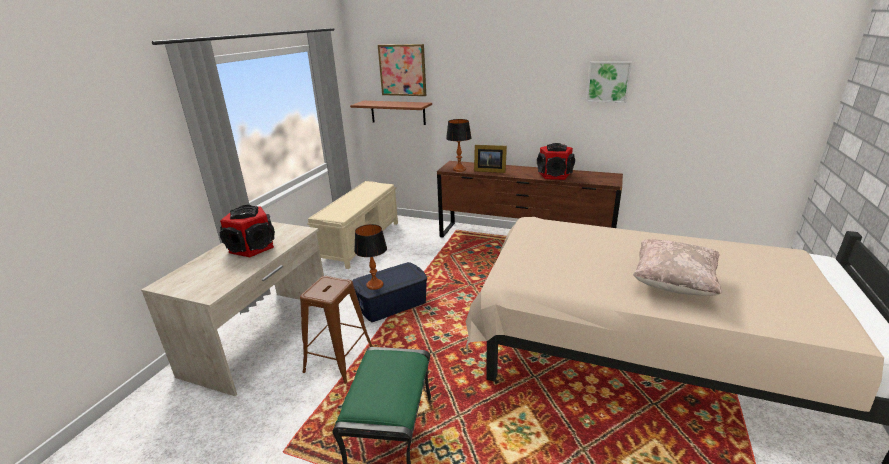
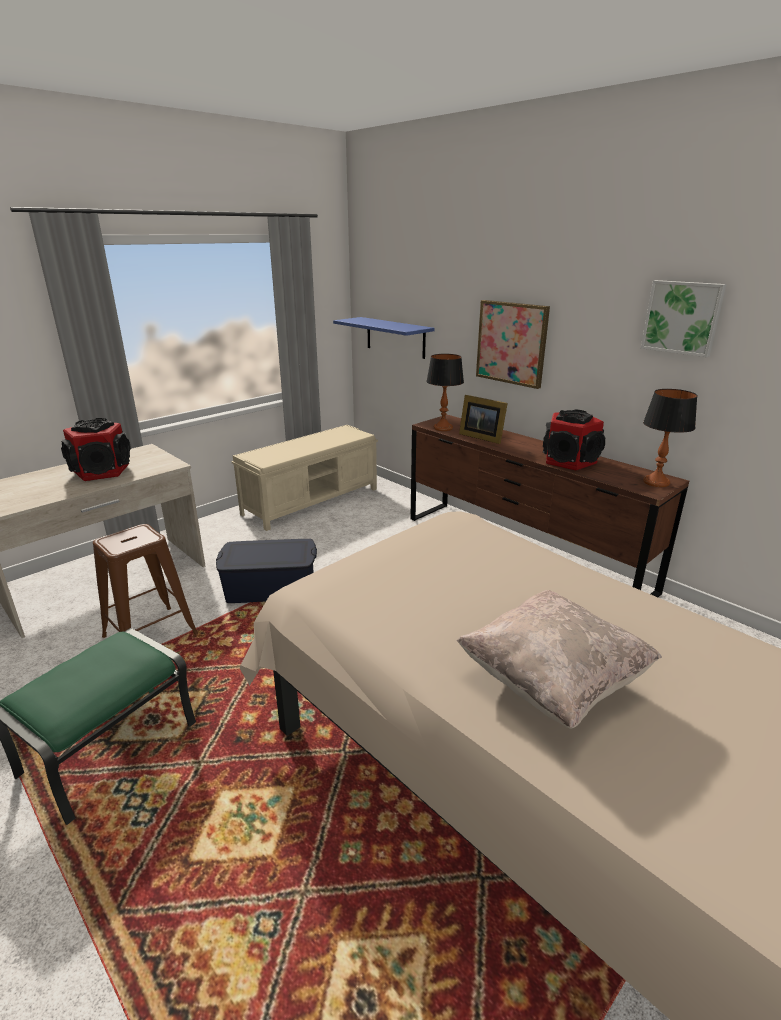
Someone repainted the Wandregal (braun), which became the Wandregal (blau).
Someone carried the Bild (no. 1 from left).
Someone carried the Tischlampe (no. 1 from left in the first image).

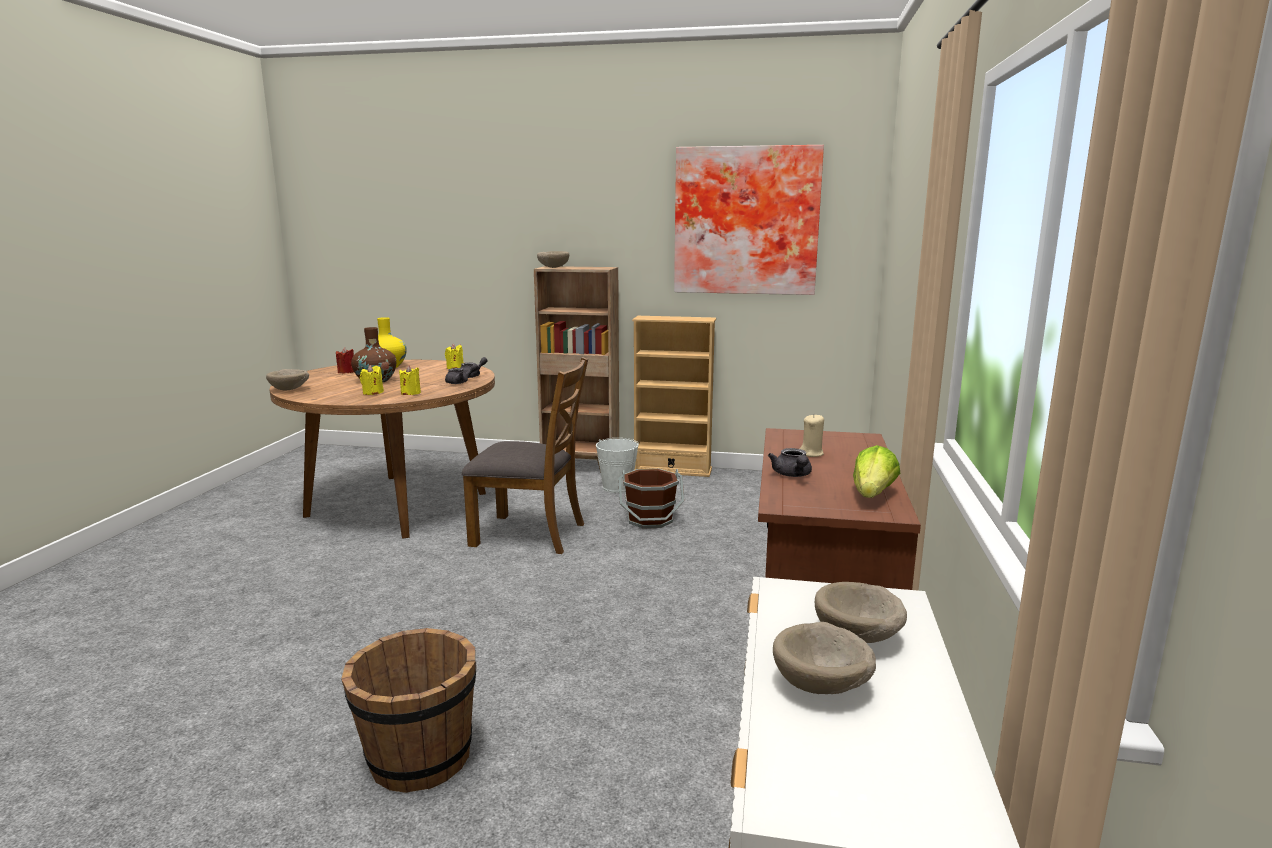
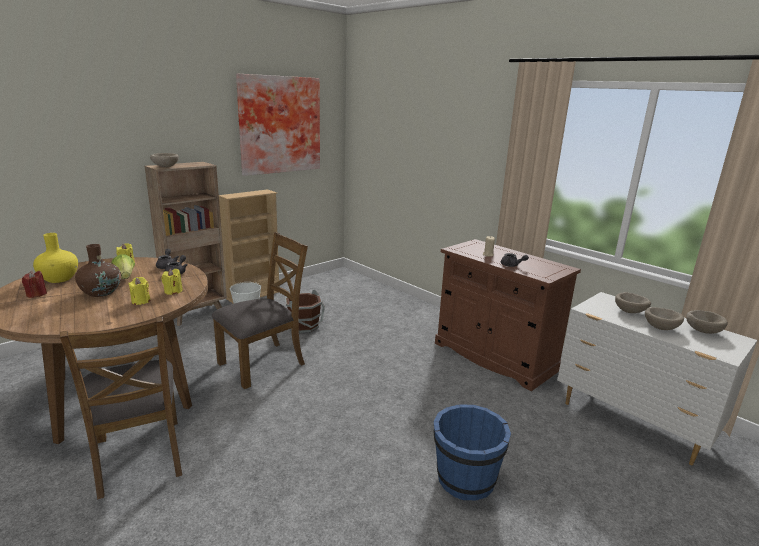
Someone put down the Stuhl (braun) (no. 1 from left).
Someone carried the Salatkopf.
Someone repainted the Eimer (braun) (no. 1 from left), which became the Eimer (blau).
Someone carried the Schüssel (beige) (no. 1 from left in the first image).

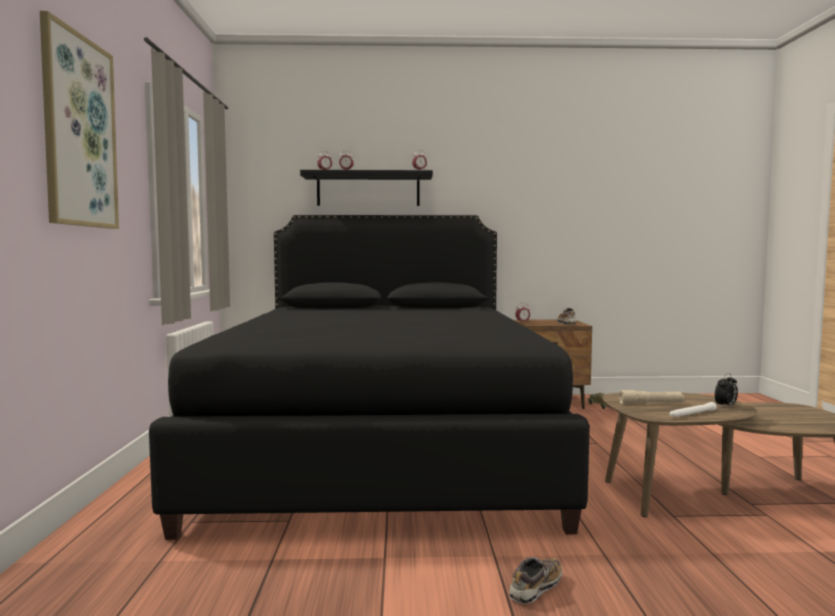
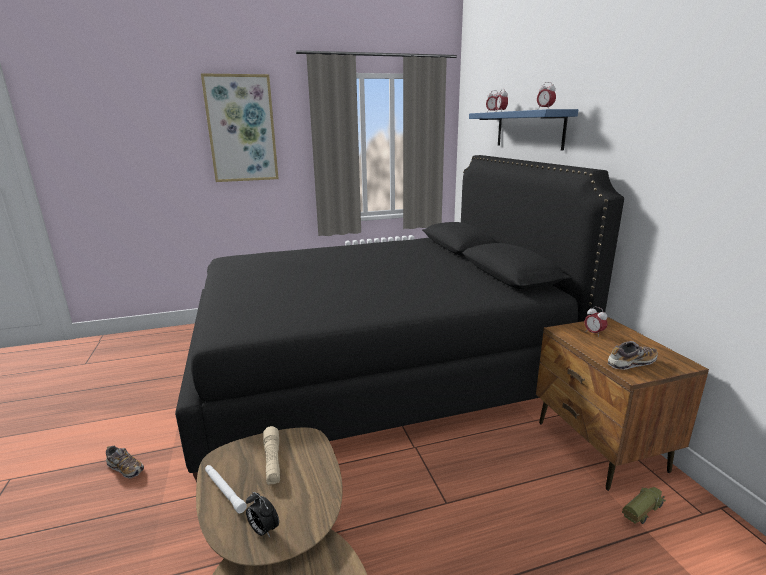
Someone repainted the Wandregal (schwarz), which became the Wandregal (blau).

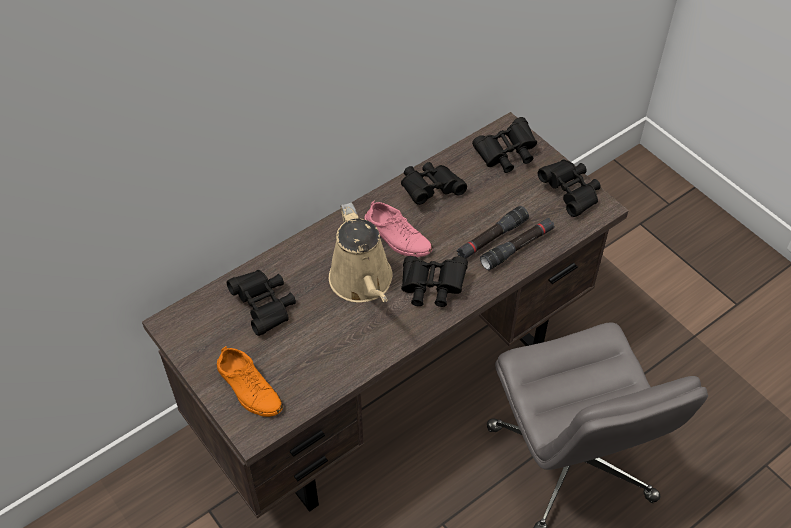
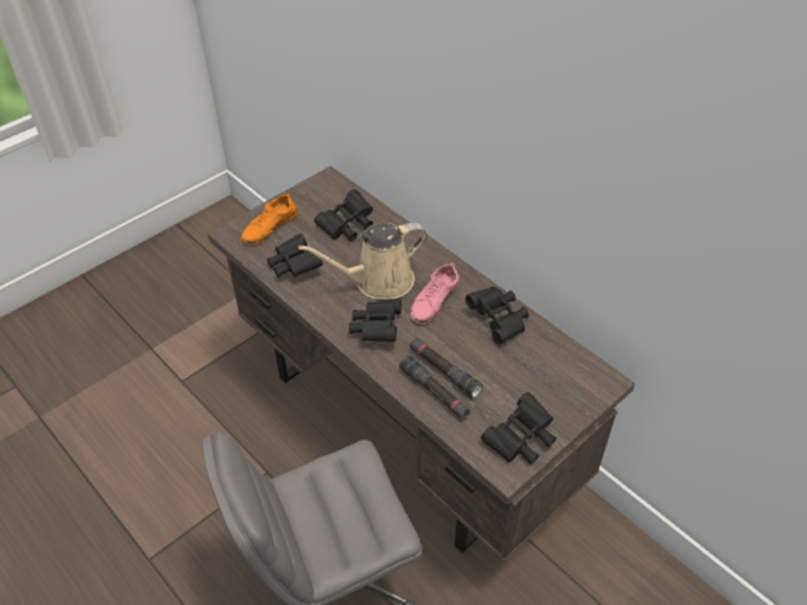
Someone carried the Fernglas (schwarz) (no. 4 from left in the first image).

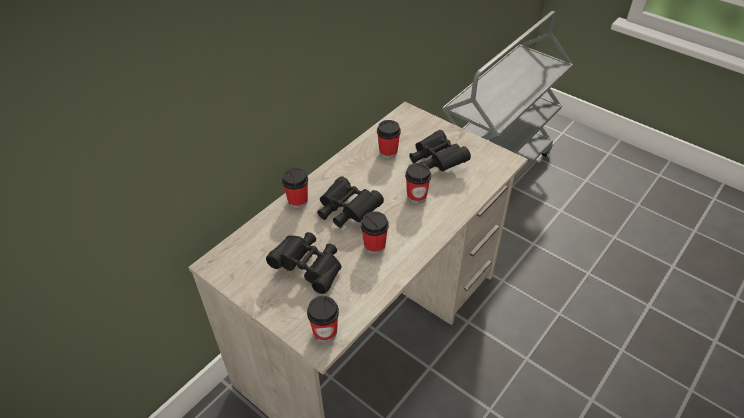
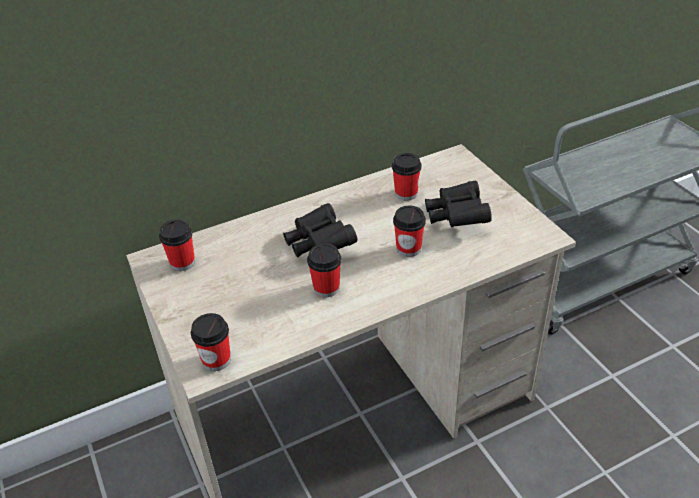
Someone carried the Tasse (no. 1 from left).
Someone took away the Fernglas (schwarz) (no. 1 from left).

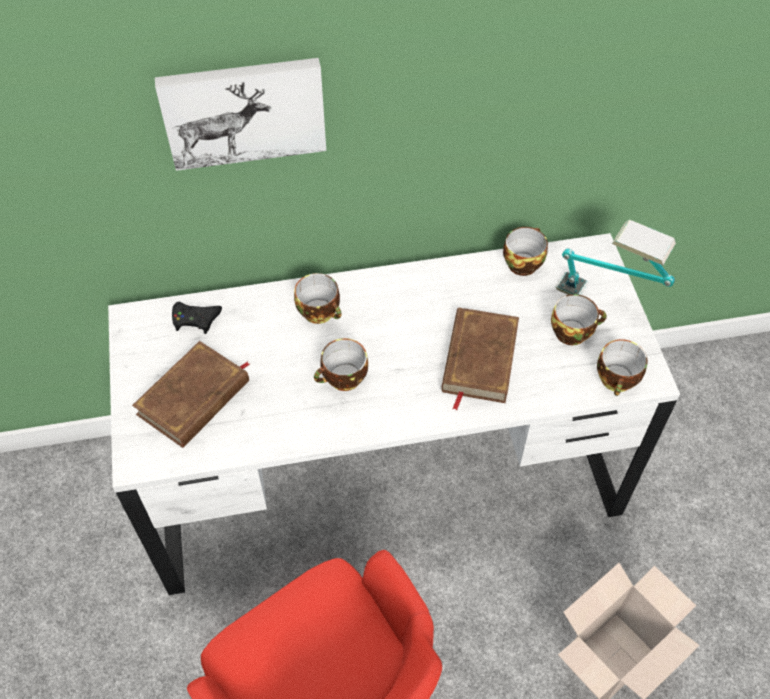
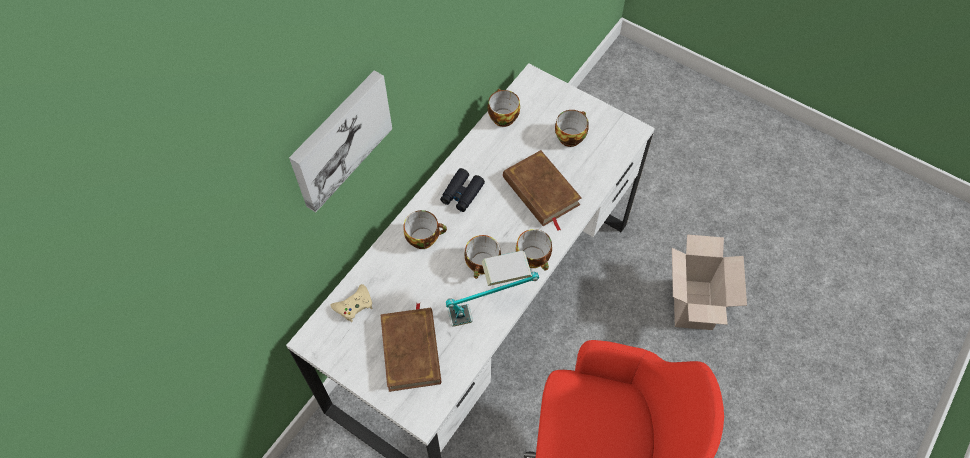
Someone repainted the Gamepad (schwarz), which became the Gamepad (beige).
Someone put down the Fernglas (schwarz).
Someone carried the Tischlampe.
Someone carried the Tasse (no. 5 from left in the first image).

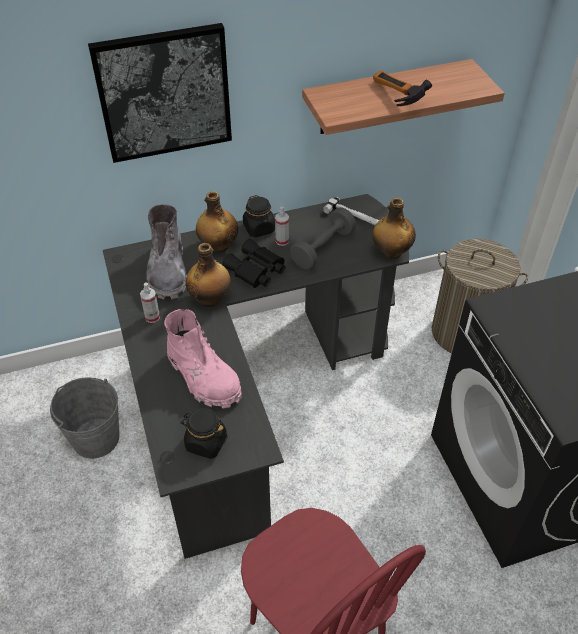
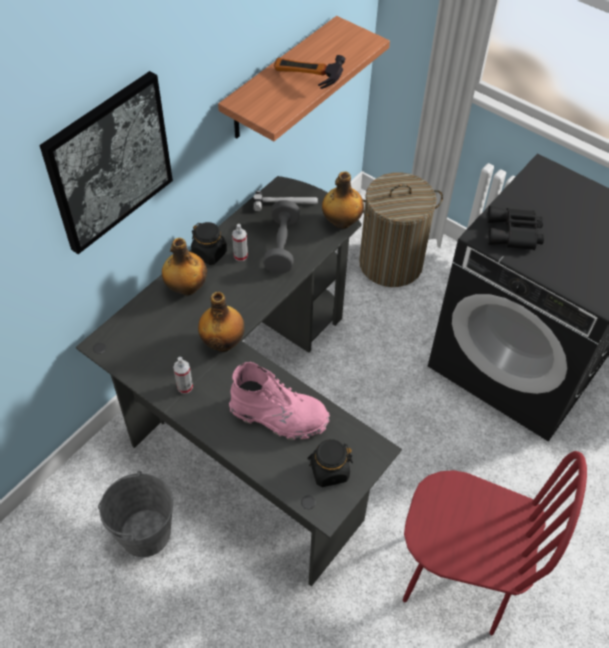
Someone carried the Fernglas (schwarz).
Someone took away the Stiefel (grau).

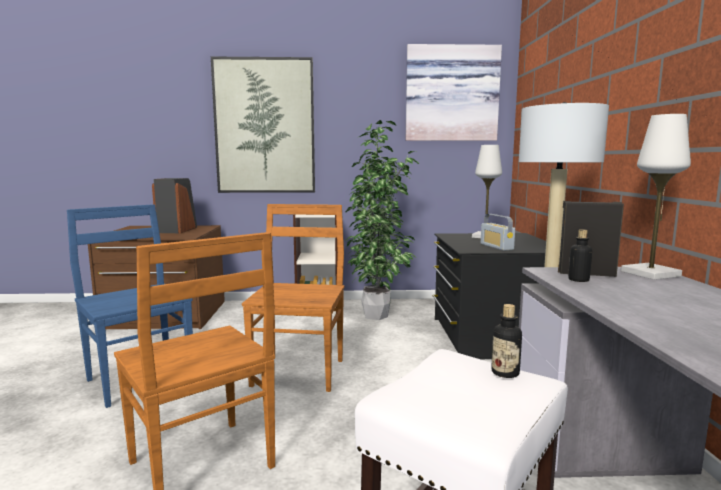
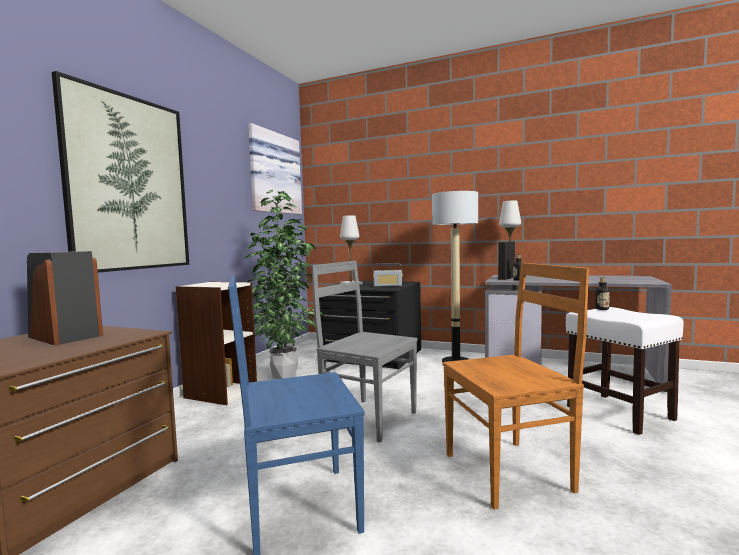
Someone repainted the Stuhl (braun) (no. 2 from left), which became the Stuhl (grau).

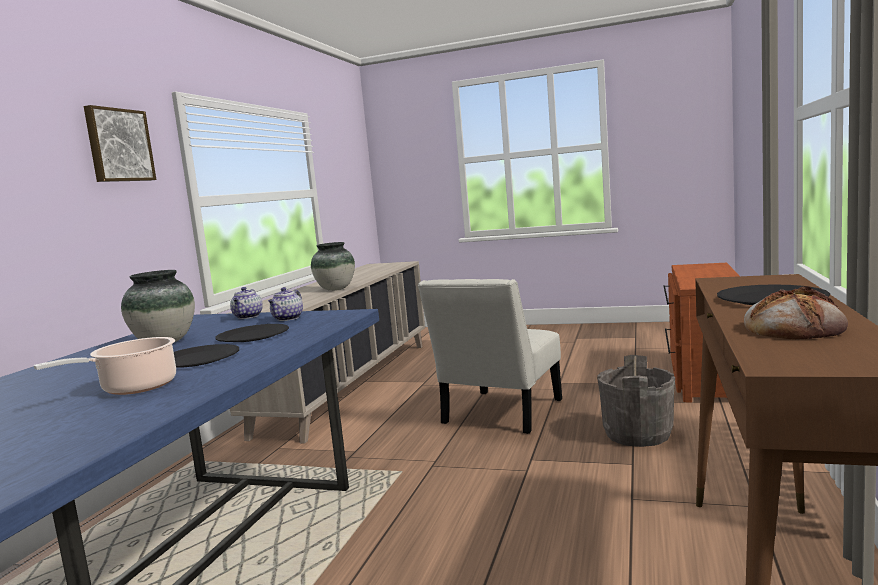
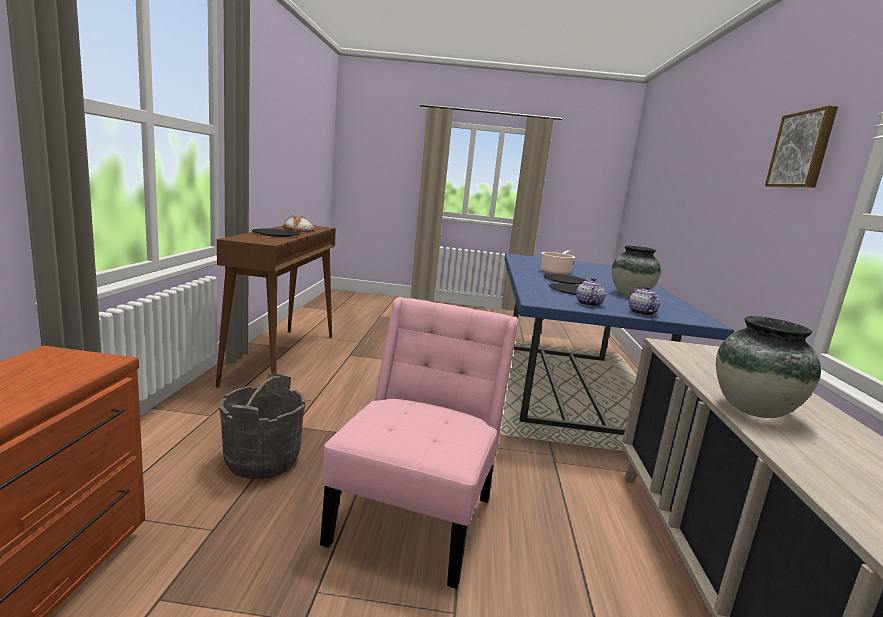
Someone repainted the Stuhl (weiß), which became the Stuhl (rosa).

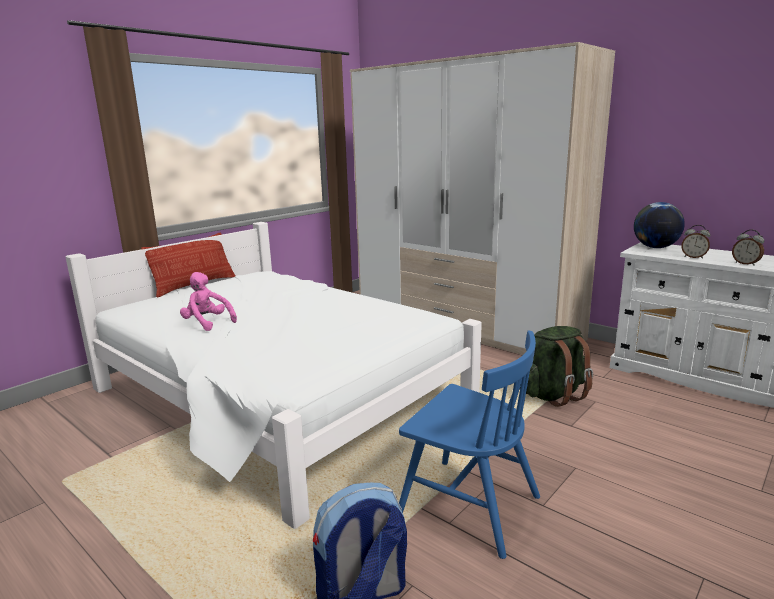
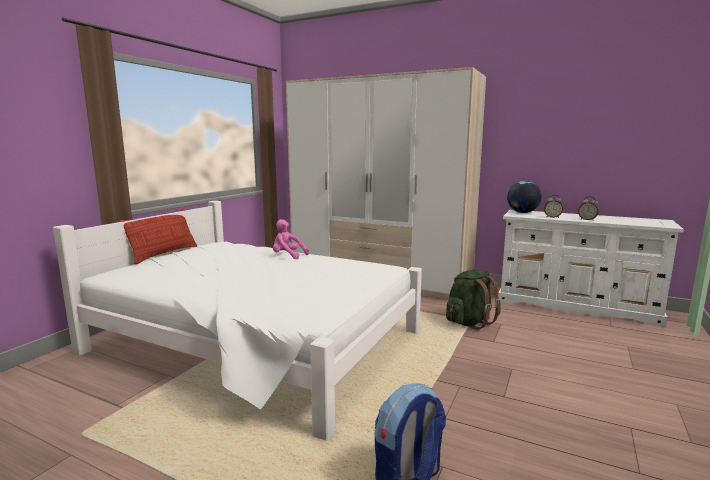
Someone carried the Plüschtier (rosa).
Someone took away the Stuhl (blau).

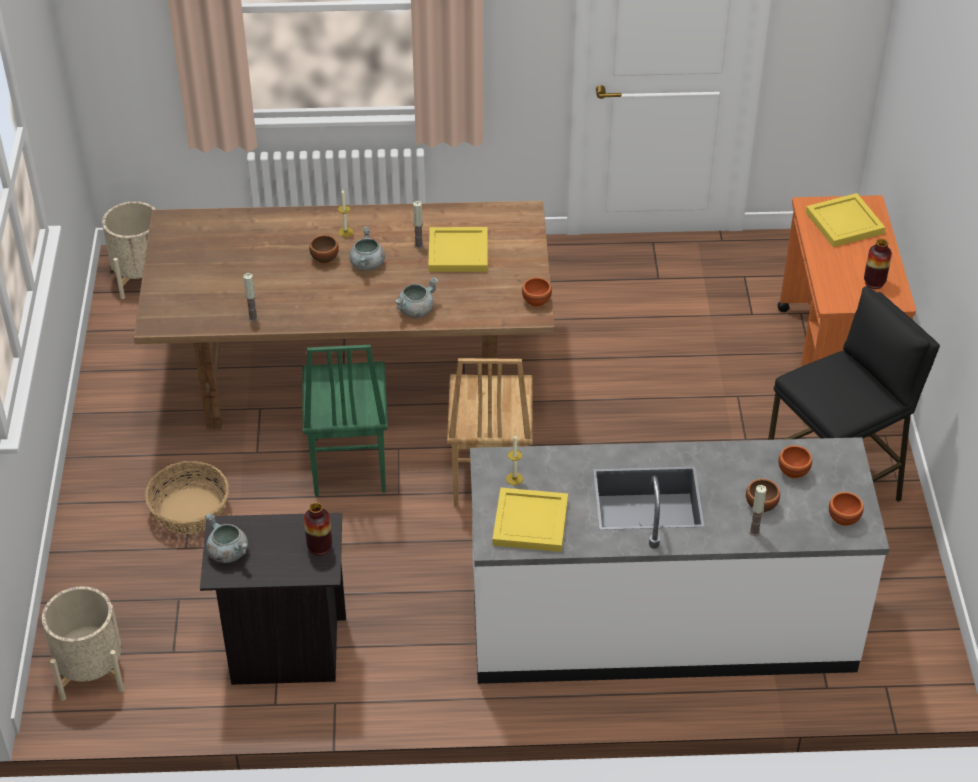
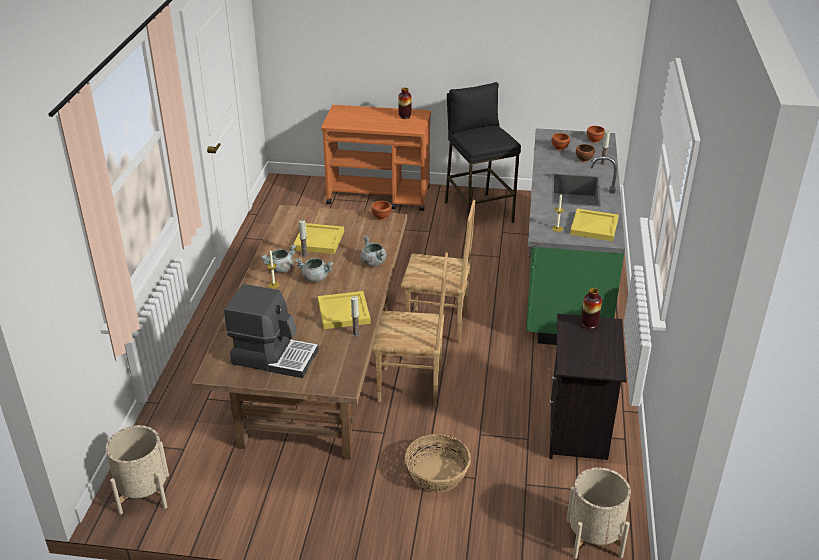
Someone put down the Kaffeemaschine.
Someone carried the Kochtopf (grau) (no. 1 from left).
Someone carried the Tablett (gelb) (no. 3 from left in the first image).
Someone repainted the Stuhl (grün), which became the Stuhl (braun) (no. 1 from left).
Someone repainted the Küchenzeile (weiß), which became the Küchenzeile (grün).
Someone took away the Schüssel (braun) (no. 1 from left).

